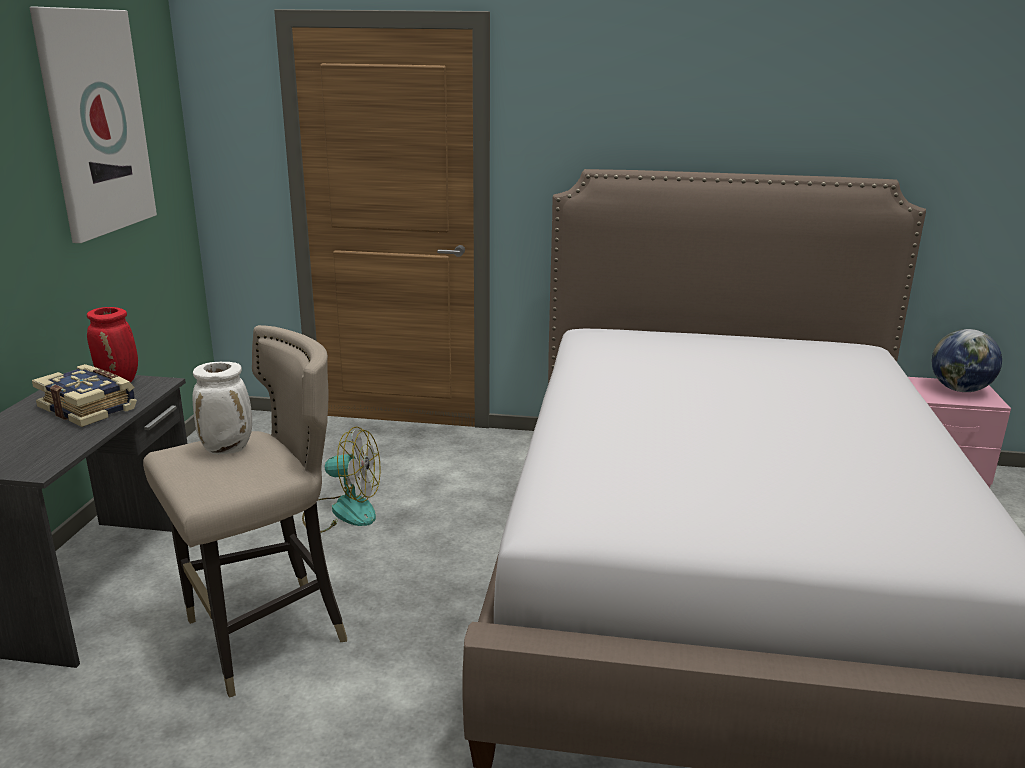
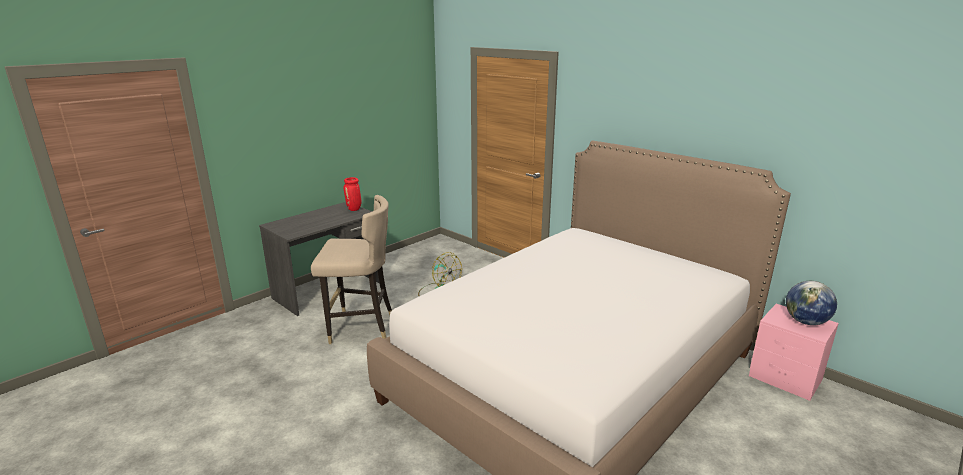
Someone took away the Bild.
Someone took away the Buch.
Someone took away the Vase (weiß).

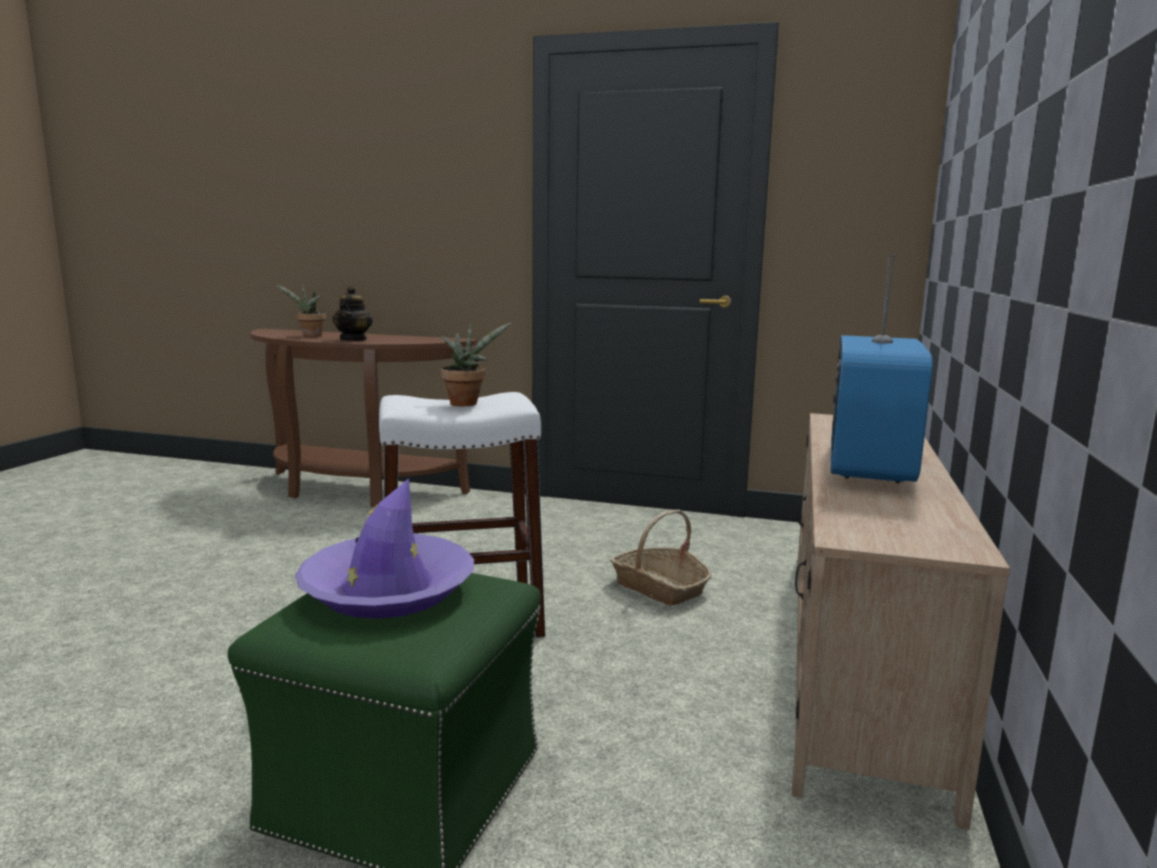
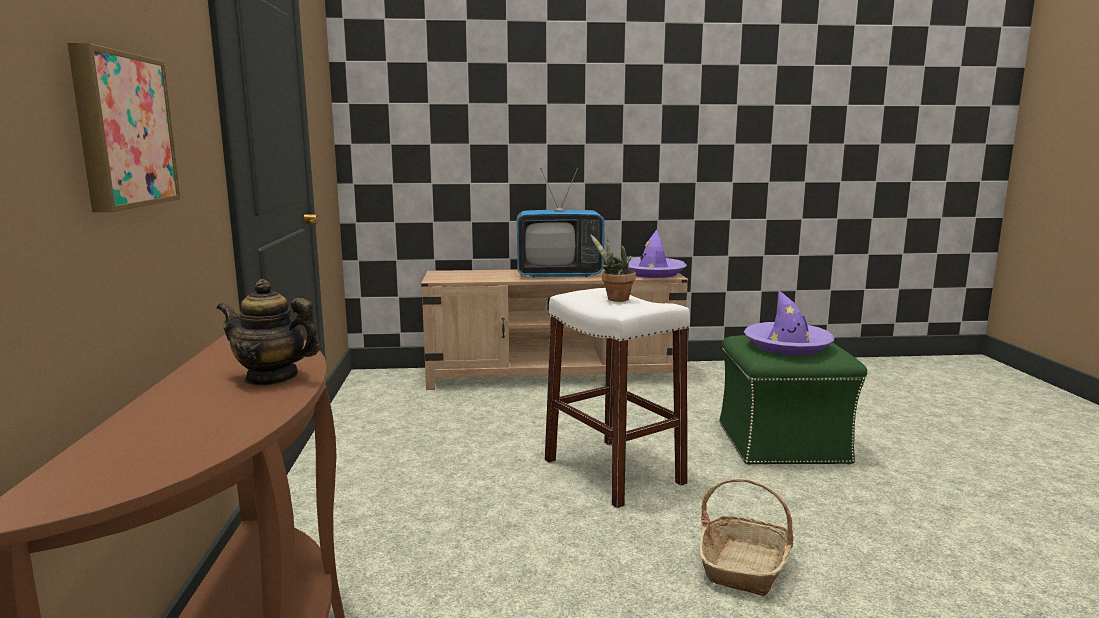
Someone put up the Bild.
Someone rotated the Teekanne by 150 degrees counterclockwise.
Someone put down the Hut (lila) (no. 1 from left).
Someone carried the Korb.
Someone took away the Topfpflanze (no. 1 from left).

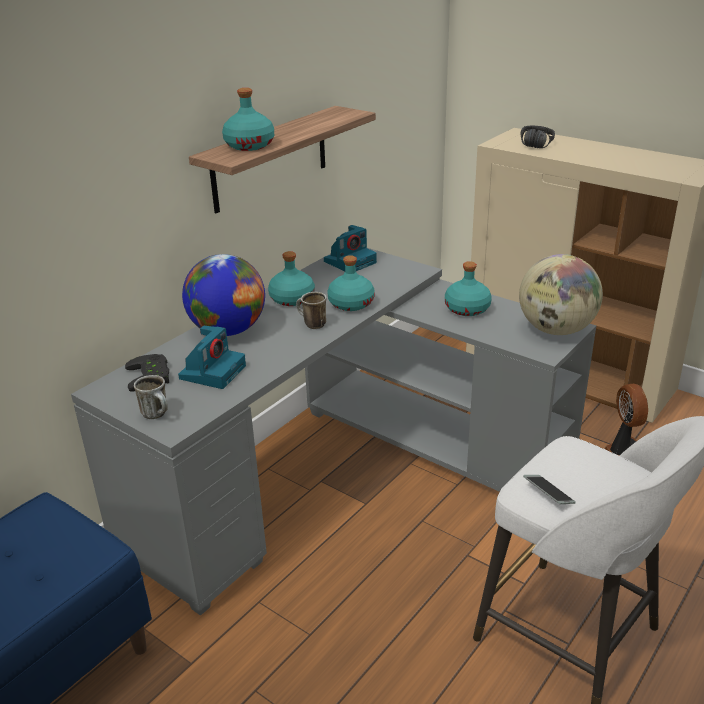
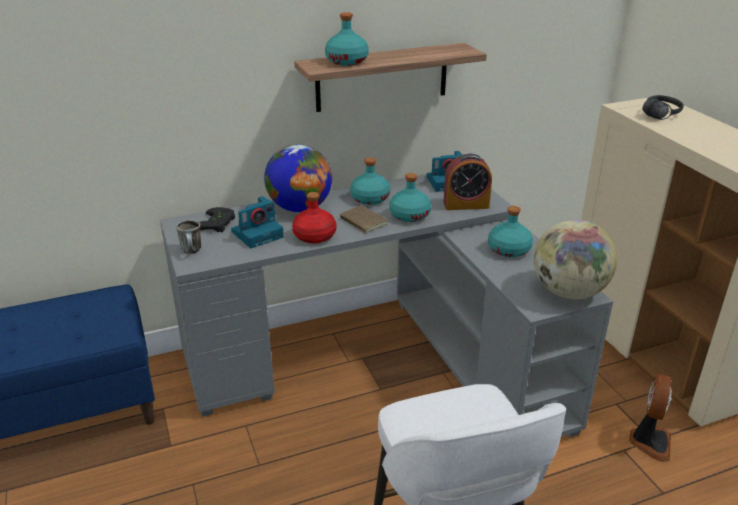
Someone put down the Flasche (rot).
Someone swapped the Henkelbecher (no. 2 from left) for the Buch (braun).
Someone put down the Wecker.
Someone took away the Handy.

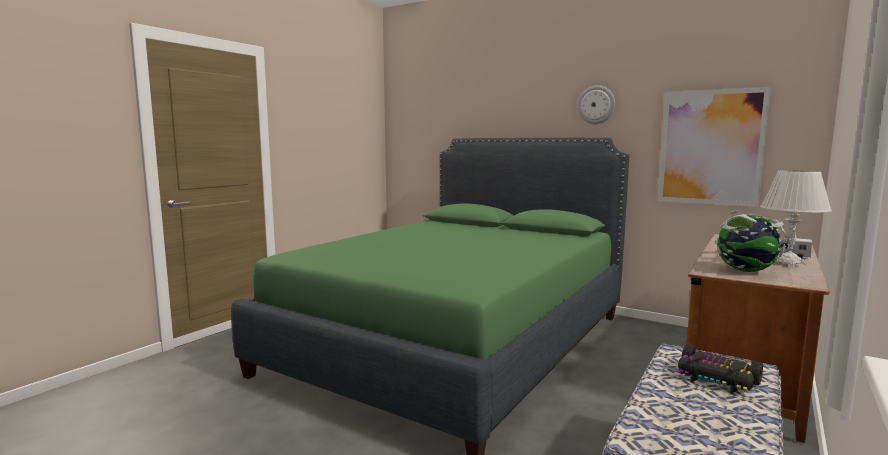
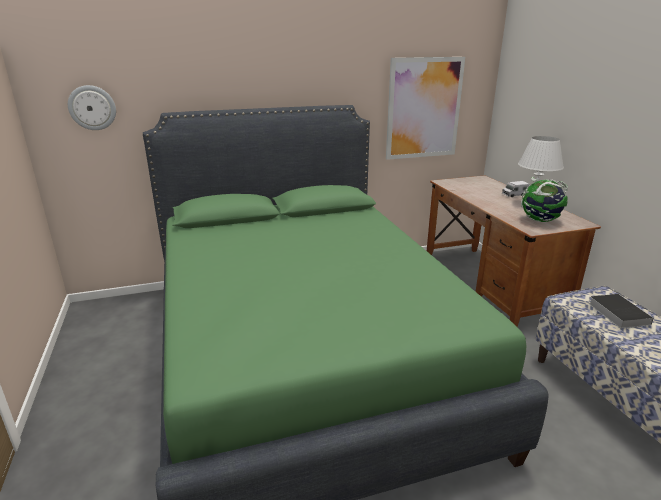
Someone carried the Wanduhr.
Someone swapped the Spielzeugauto for the Buch.

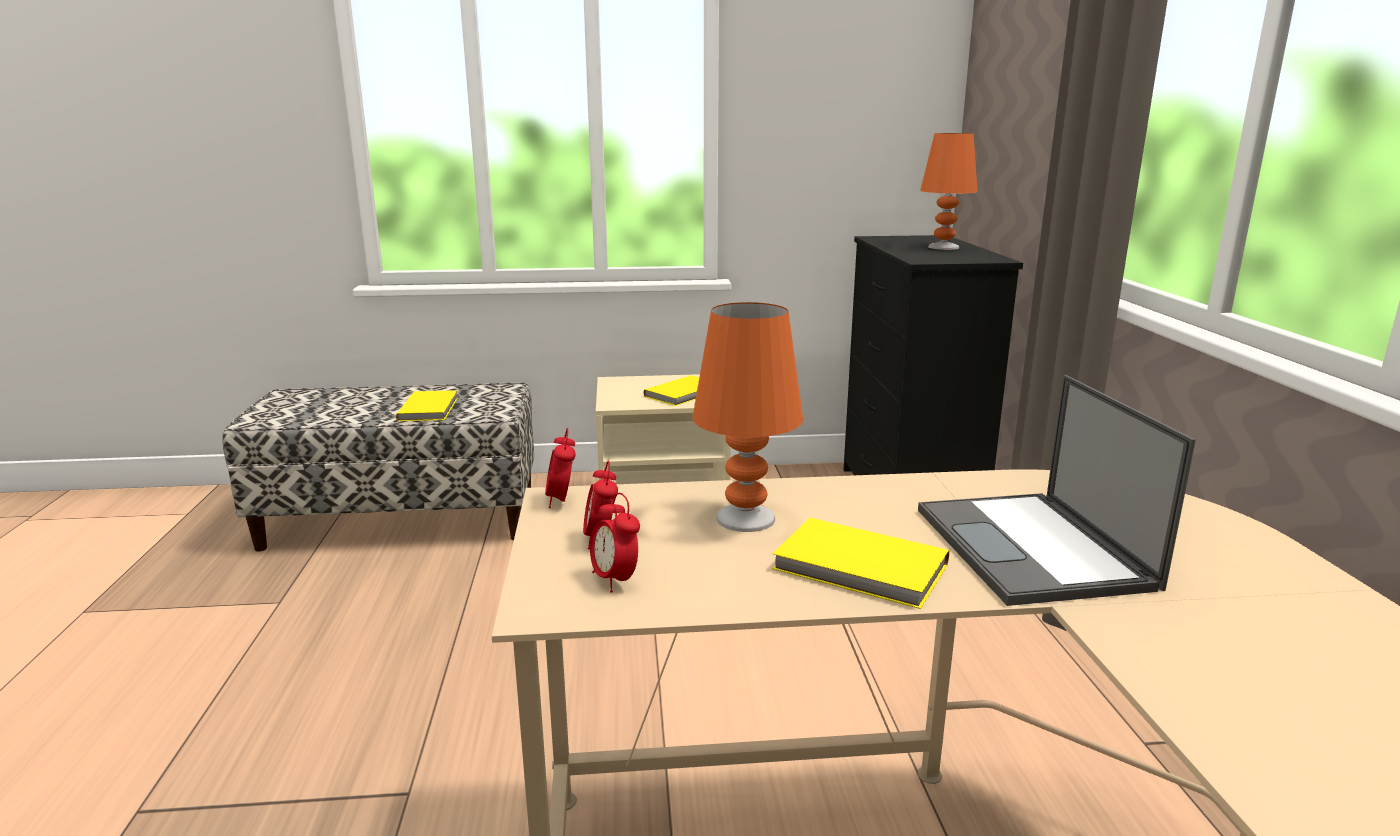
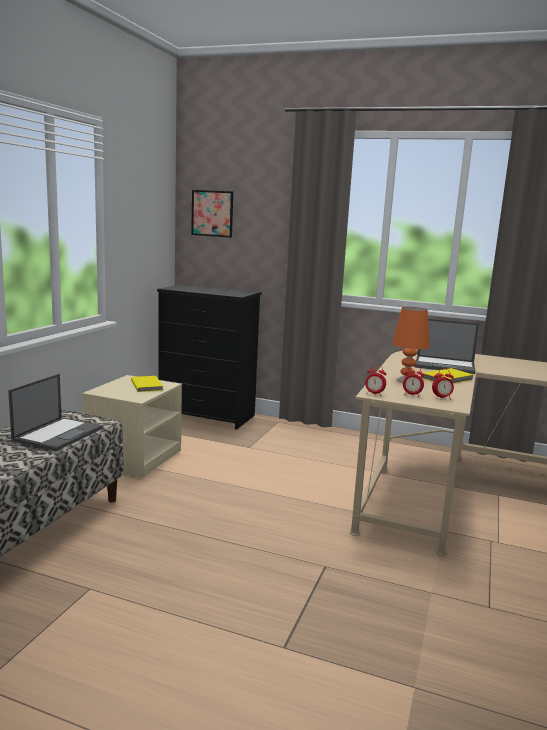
Someone swapped the Buch (gelb) (no. 1 from left) for the Laptop (no. 1 from left).
Someone put up the Bild.
Someone took away the Tischlampe (orange) (no. 2 from left).

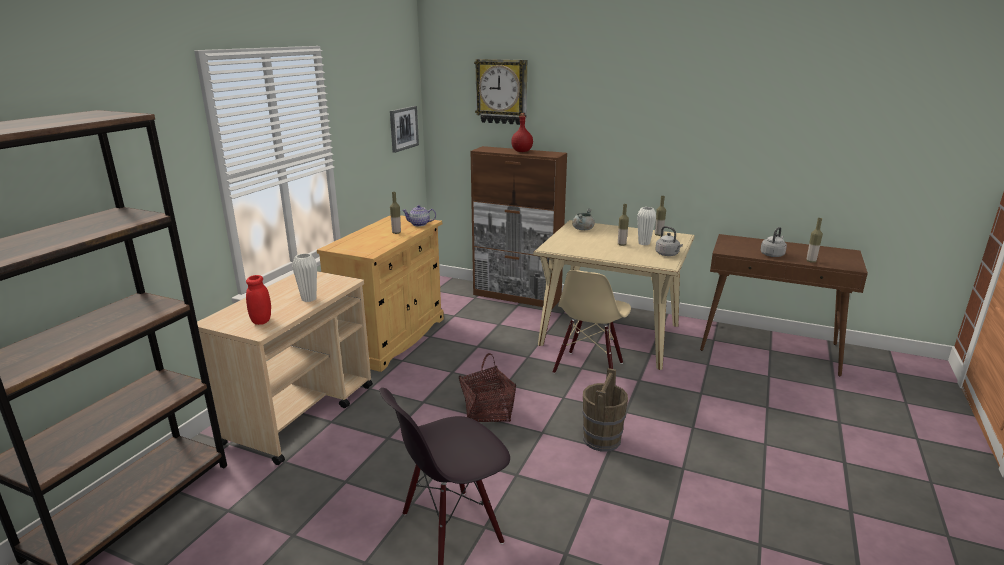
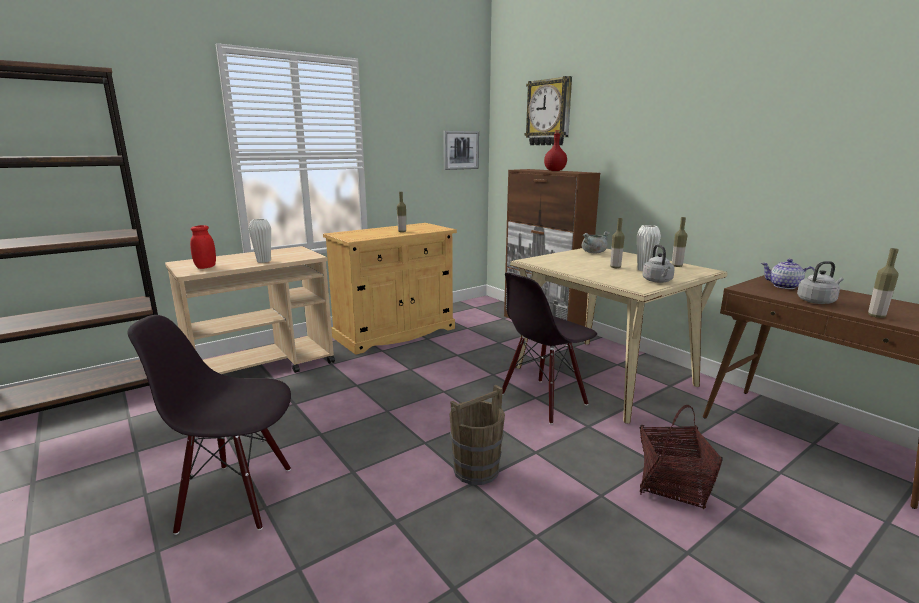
Someone repainted the Stuhl (beige), which became the Stuhl (schwarz) (no. 2 from left).
Someone carried the Korb.
Someone carried the Teekanne.

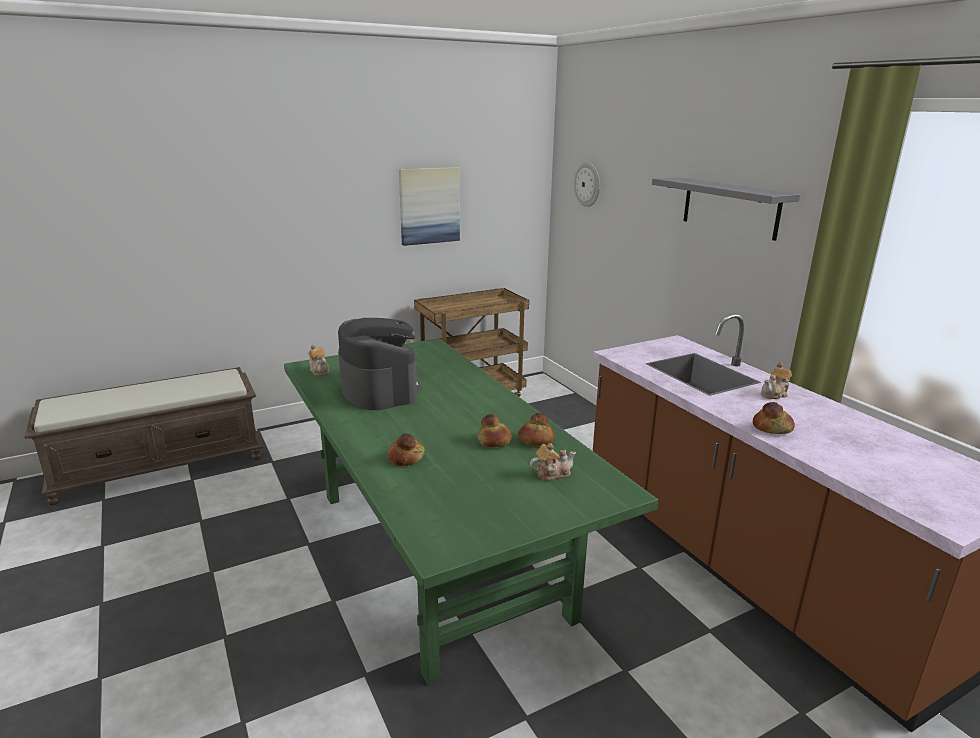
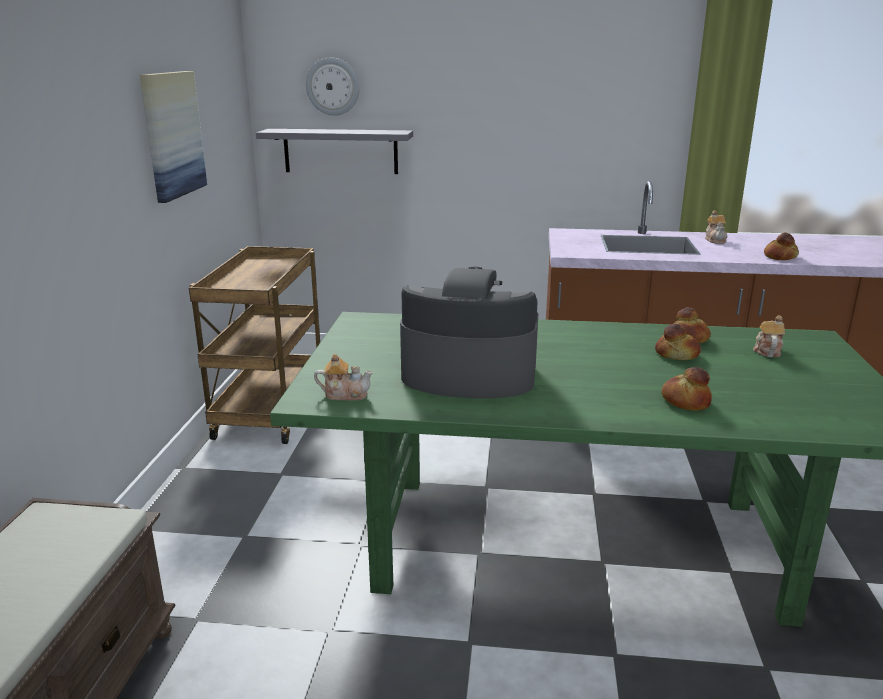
Someone carried the Wandregal (grau).

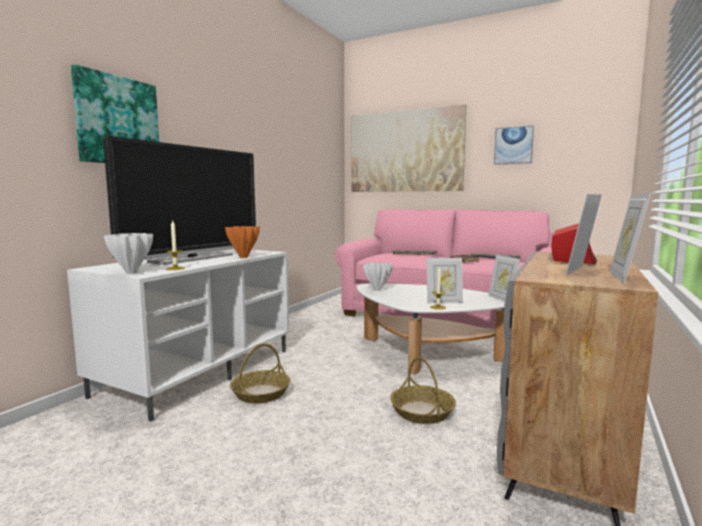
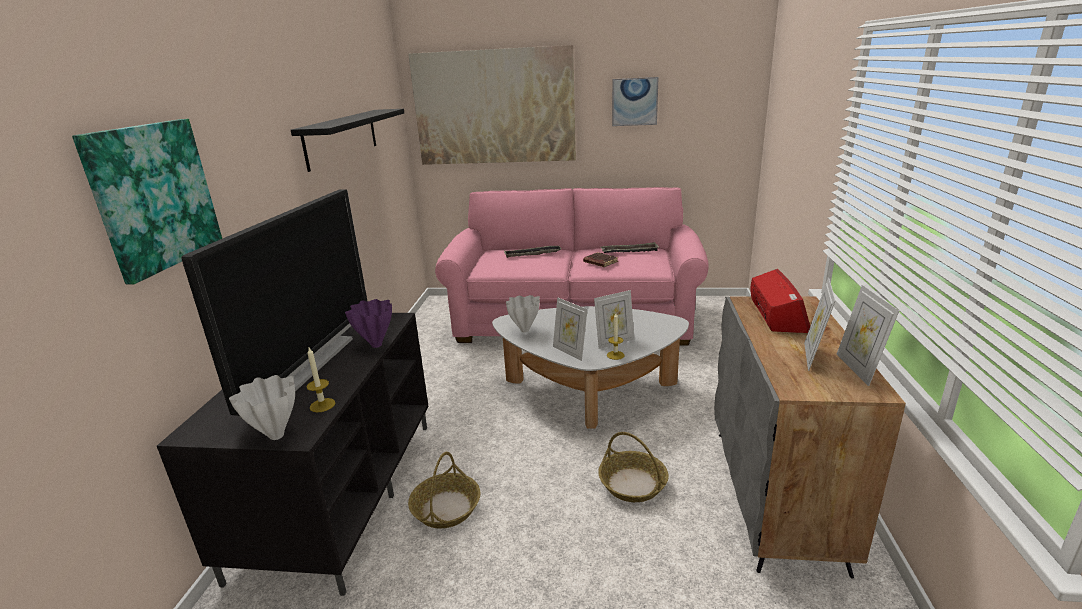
Someone repainted the Fernsehschrank (weiß), which became the Fernsehschrank (schwarz).
Someone put up the Wandregal (schwarz).
Someone repainted the Vase (orange), which became the Vase (lila).
Someone carried the Bilderrahmen (no. 2 from left in the first image).

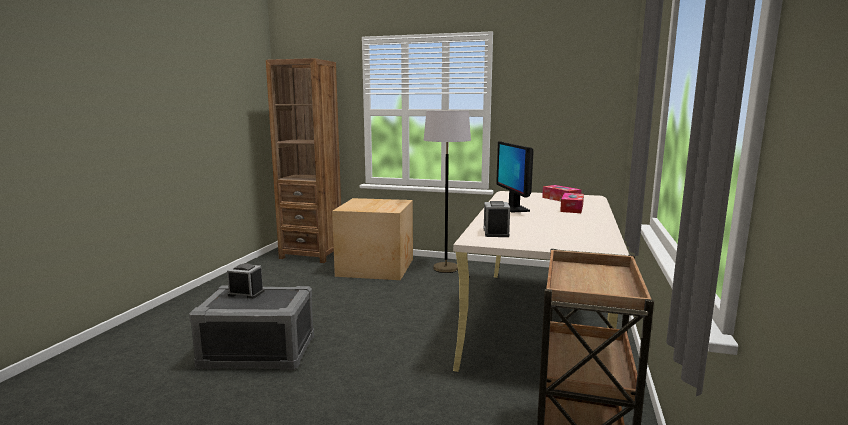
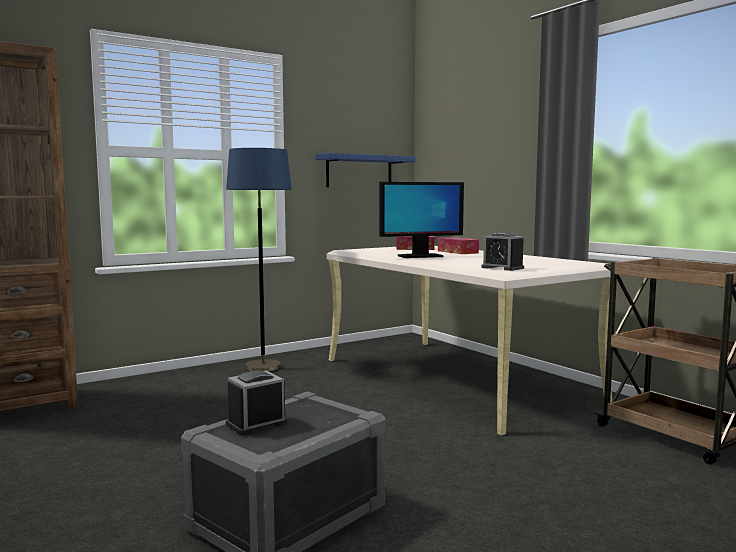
Someone repainted the Stehlampe (grau), which became the Stehlampe (blau).
Someone put up the Wandregal (blau).
Someone rotated the Monitor by 45 degrees counterclockwise.
Someone took away the Karton.

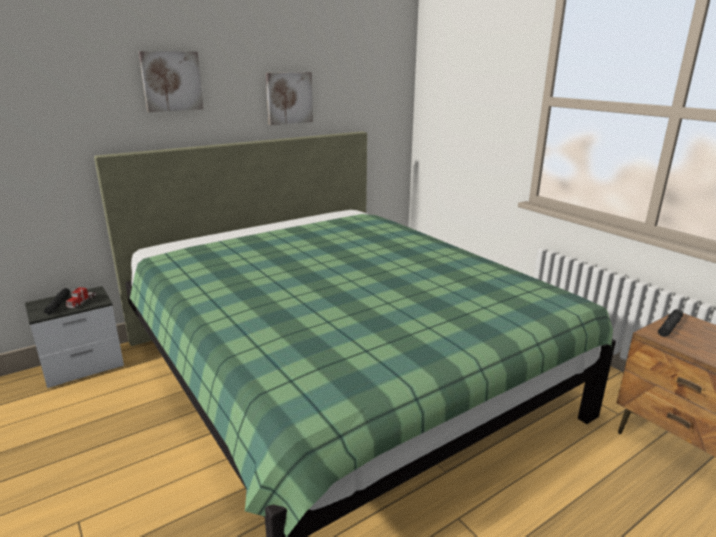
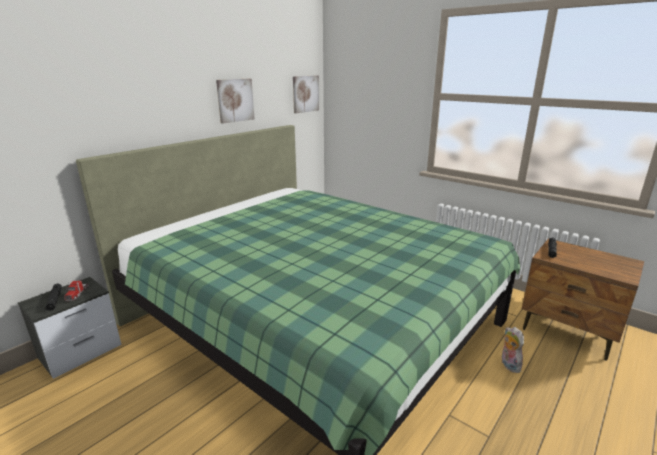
Someone carried the Bild (no. 1 from left in the first image).
Someone put down the Plüschtier.

